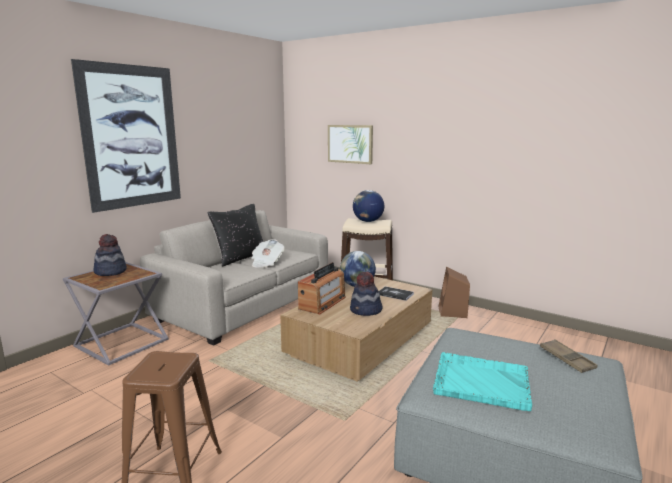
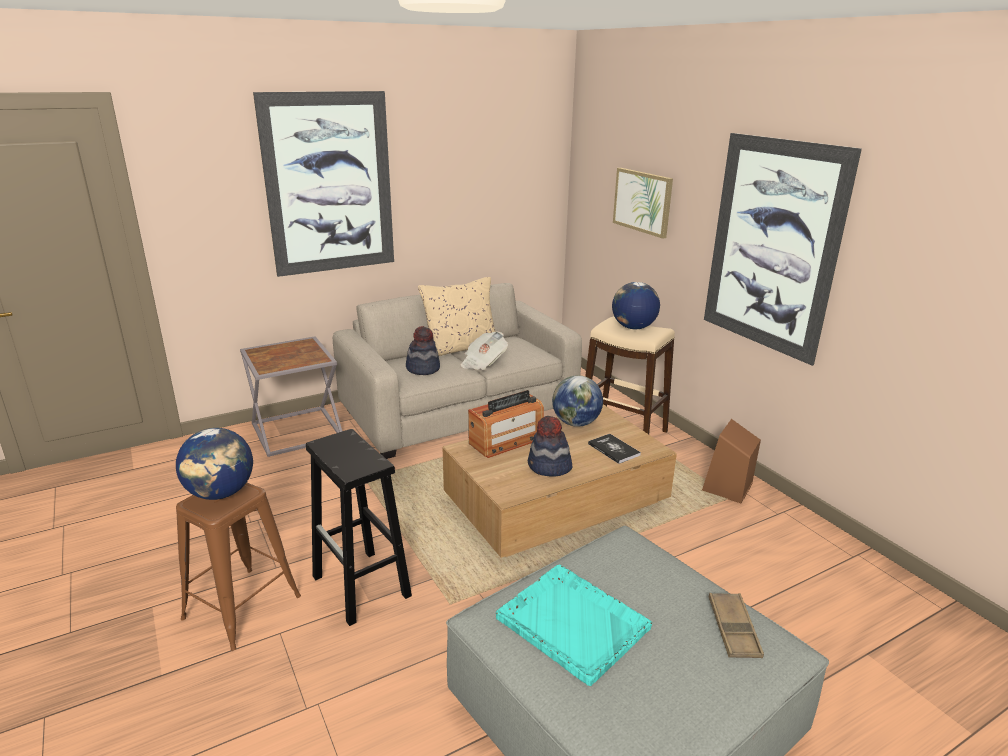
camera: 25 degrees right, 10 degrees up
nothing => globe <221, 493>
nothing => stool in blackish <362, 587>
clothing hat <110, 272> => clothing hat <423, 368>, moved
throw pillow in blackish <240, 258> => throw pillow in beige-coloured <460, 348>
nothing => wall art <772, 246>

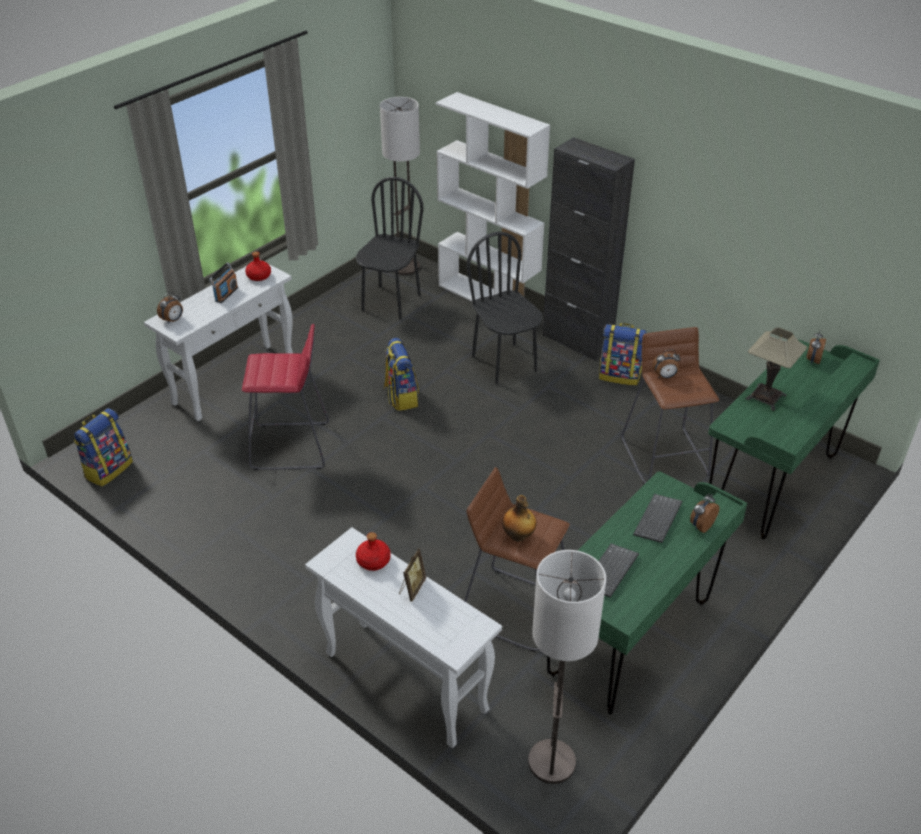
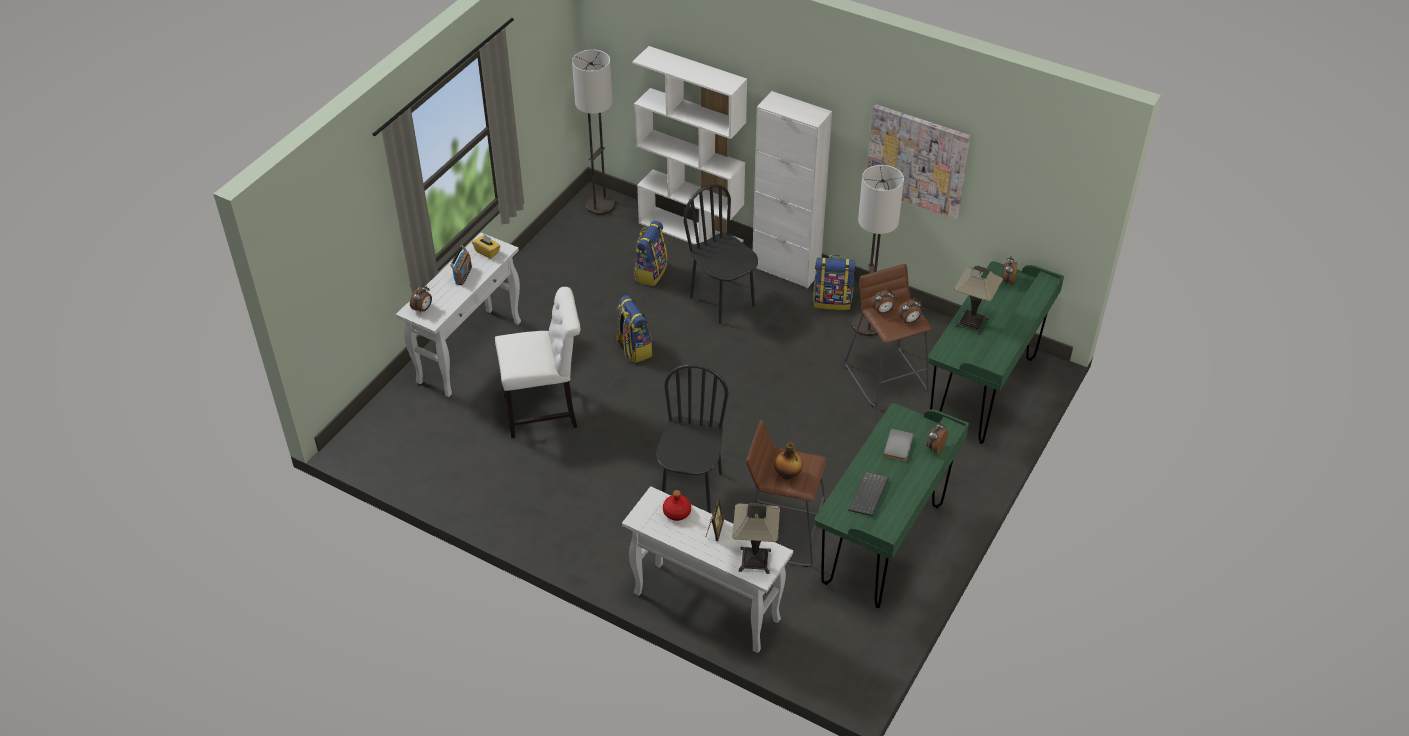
camera: 10 degrees left, 5 degrees up
bottle in red-coloured <258, 276> => tissue holder in yellowish <487, 252>
stool in red-coloured <291, 446> => upright chair in white-coloured <545, 411>
rucksack <108, 469> => rucksack <650, 272>, moved
upright chair in blackish <390, 302> => upright chair in blackish <691, 489>, moved
nothing => tabletop lamp <754, 560>
cabinet in blackish <577, 341> => cabinet in white-coloured <786, 269>
standard lamp <551, 762> => standard lamp <867, 325>, moved
nothing => wall art <917, 160>
computer keyboard <658, 520> => volume in gray <899, 446>
nothing => bedside clock <909, 321>

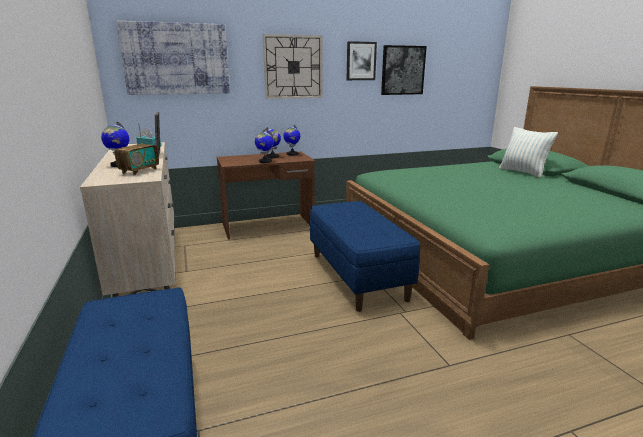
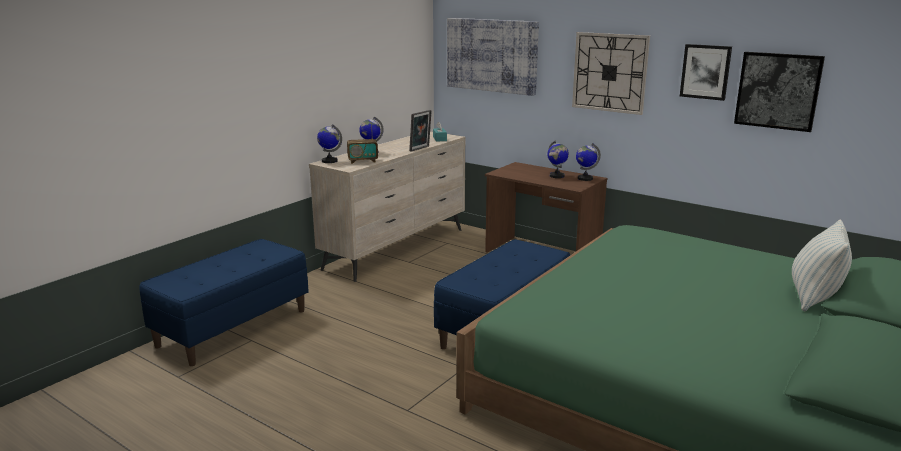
camera: 55 degrees right, 0 degrees up
globe <265, 161> => globe <329, 161>, moved

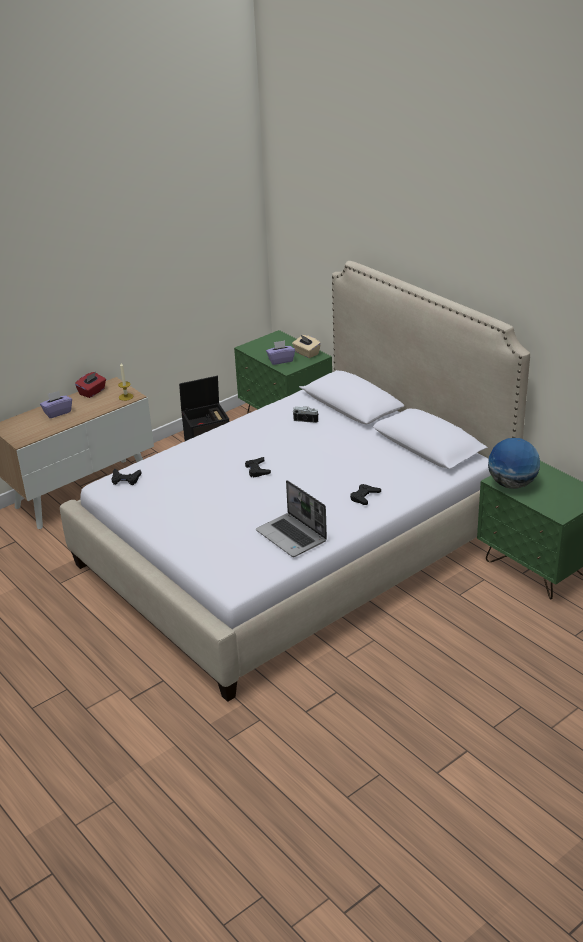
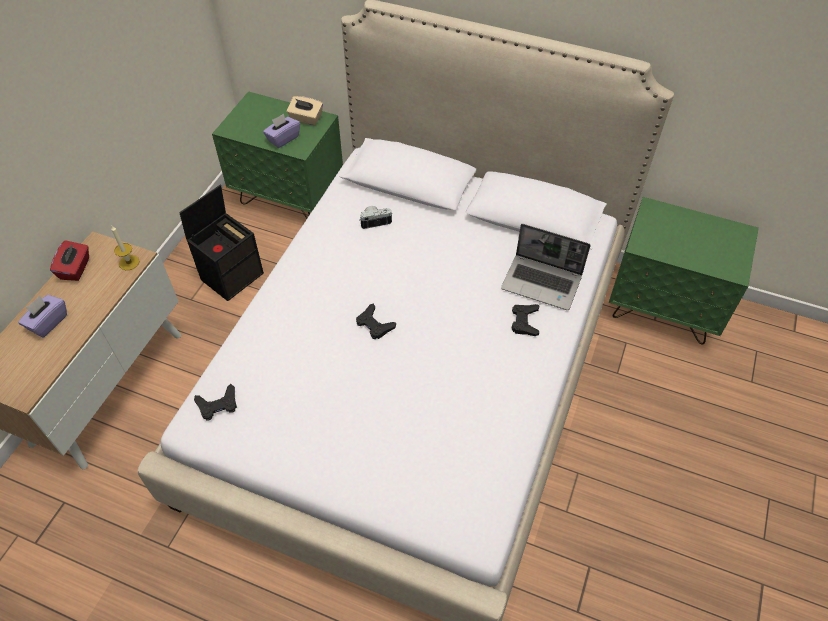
camera: 30 degrees left, 20 degrees up
notebook computer <292, 536> => notebook computer <542, 283>, moved
globe <512, 484> => nothing

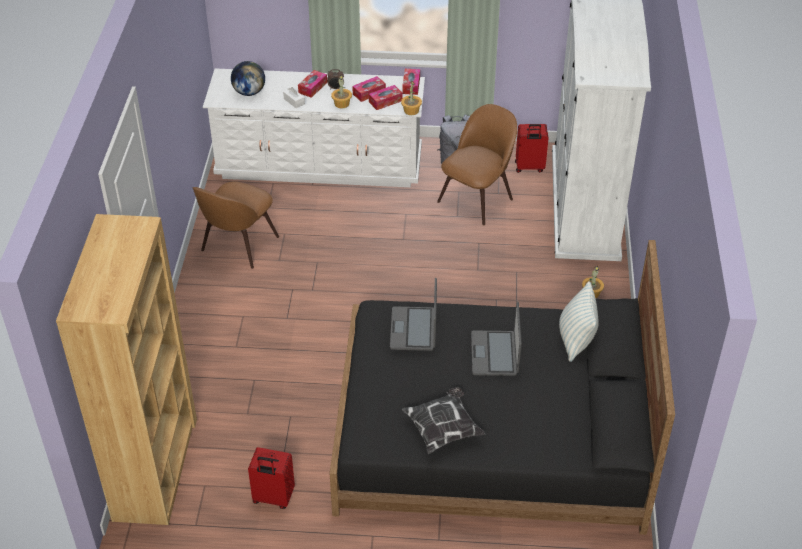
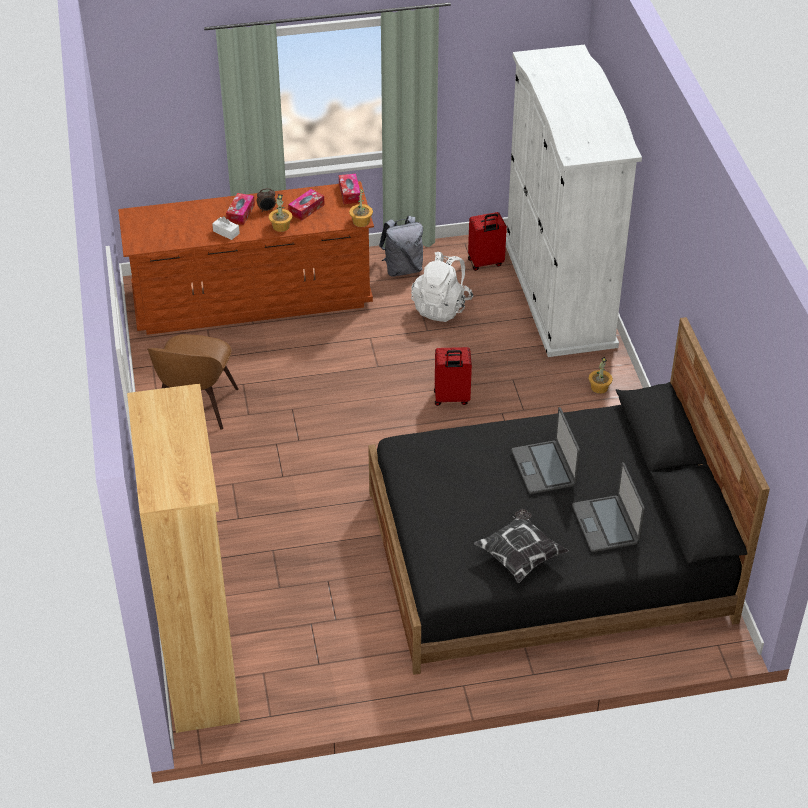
camera: 15 degrees left, 0 degrees up
drawer chest in white-coloured <319, 164> => drawer chest in brownish <252, 299>
upright chair in brownish <477, 198> => rucksack in white-coloured <441, 307>
piece of luggage in red-coloured <273, 498> => piece of luggage in red-coloured <451, 398>, moved
notebook computer <414, 329> => notebook computer <606, 524>, moved
globe <249, 92> => nothing
tissue holder <385, 101> => nothing
throw pillow <575, 340> => nothing

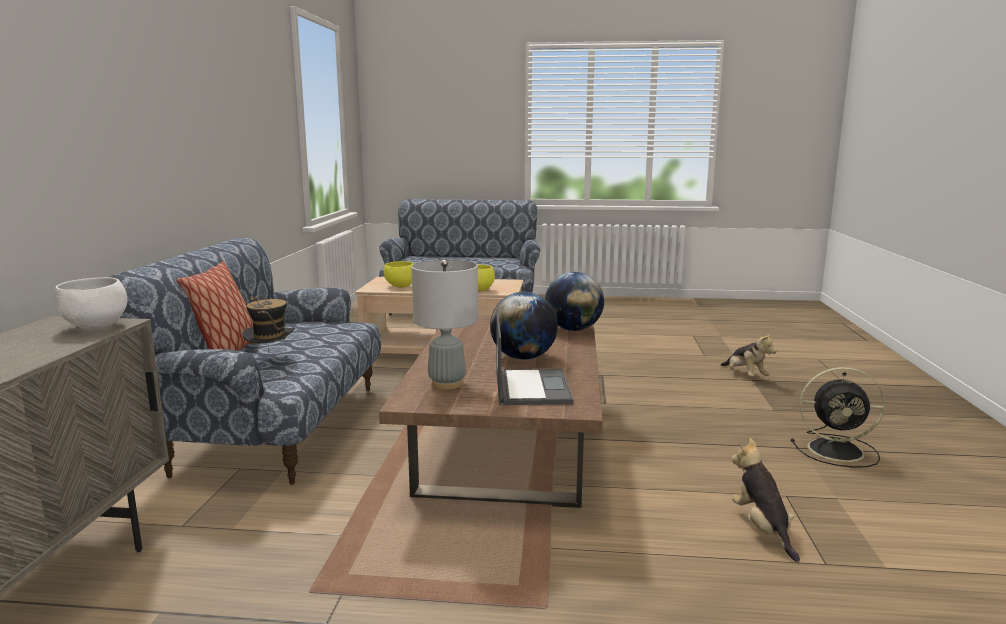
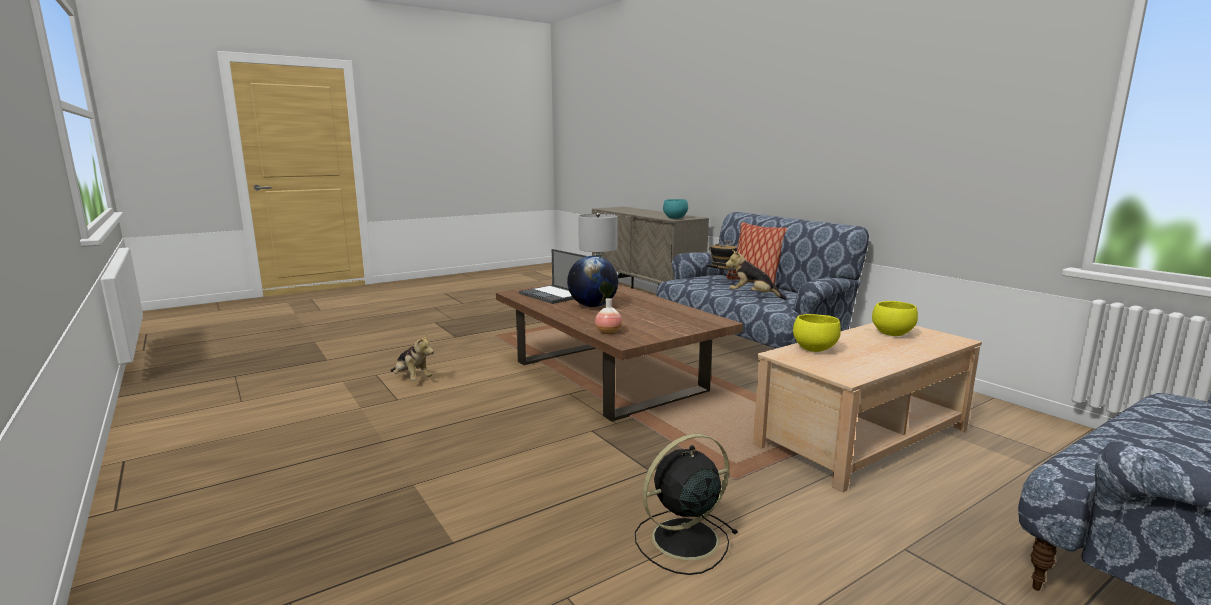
camera: 140 degrees right, 0 degrees up
globe <573, 329> => flower vase <608, 332>
fan in blackish <838, 450> => fan in blackish <682, 540>, moved
serving bowl in white-coloured <97, 326> => serving bowl in turquoise <674, 218>
cuddly toy <745, 375> => cuddly toy <753, 296>, moved

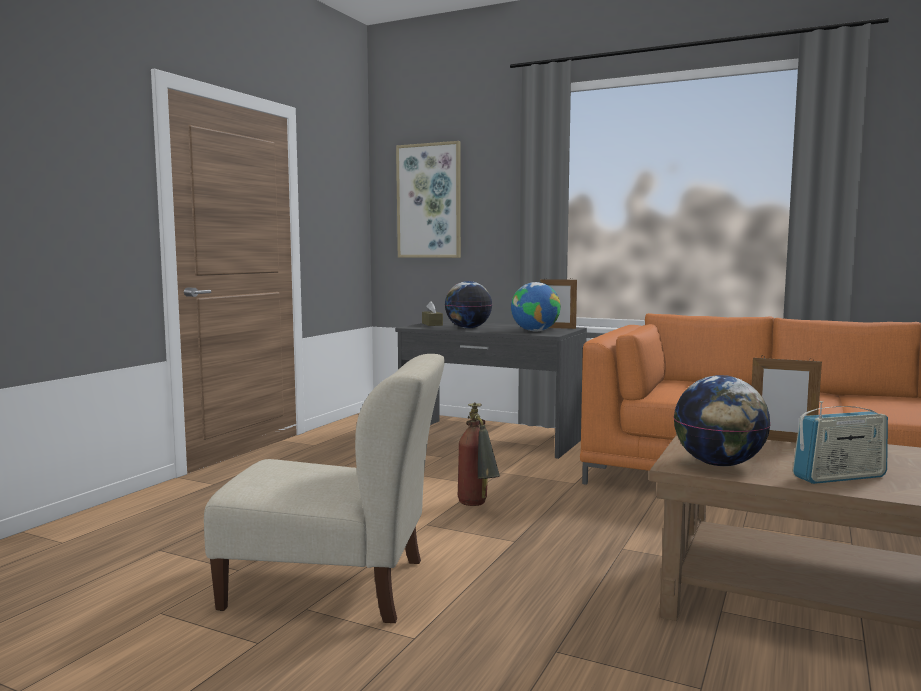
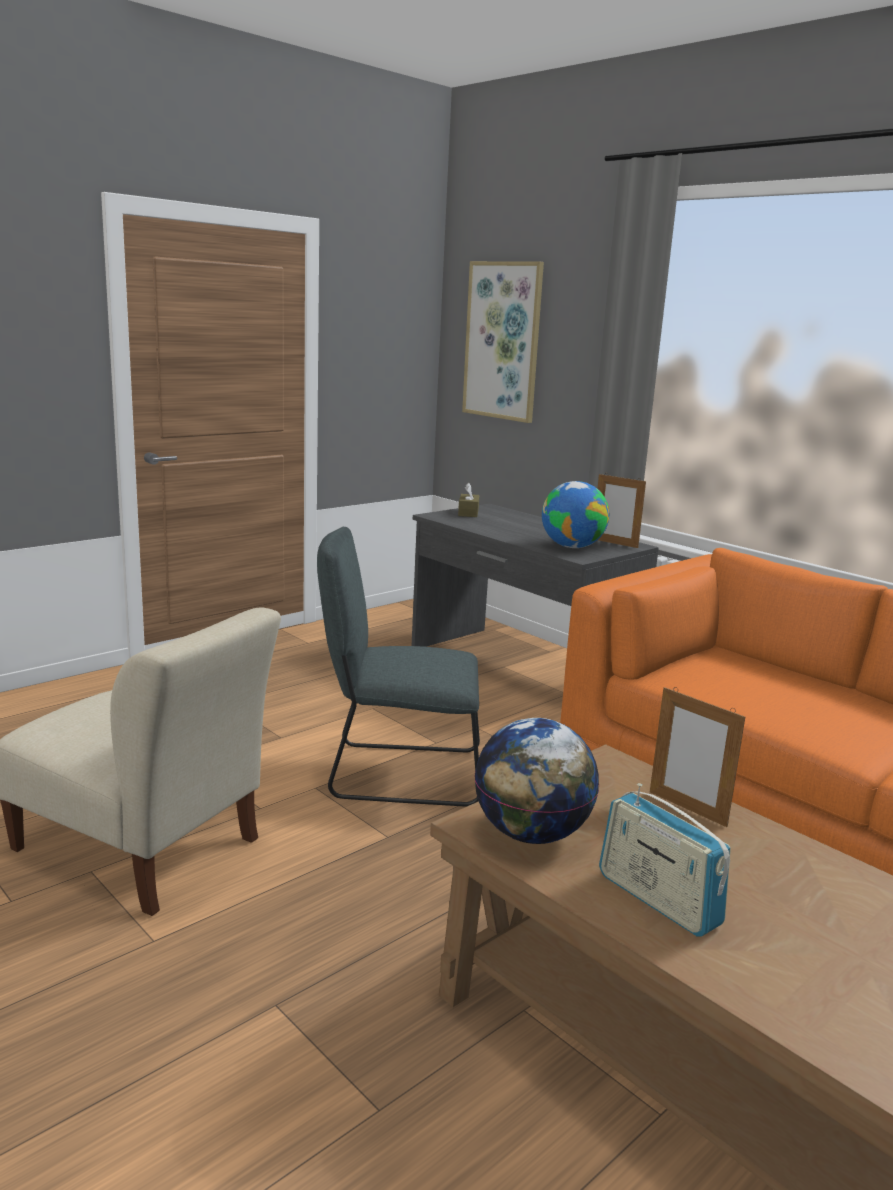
camera: 20 degrees right, 10 degrees up
fire-fighting cylinder <477, 506> => upright chair in gray <398, 773>
radio set <839, 477> => radio set <657, 900>, 45 degrees clockwise
globe <468, 328> => nothing

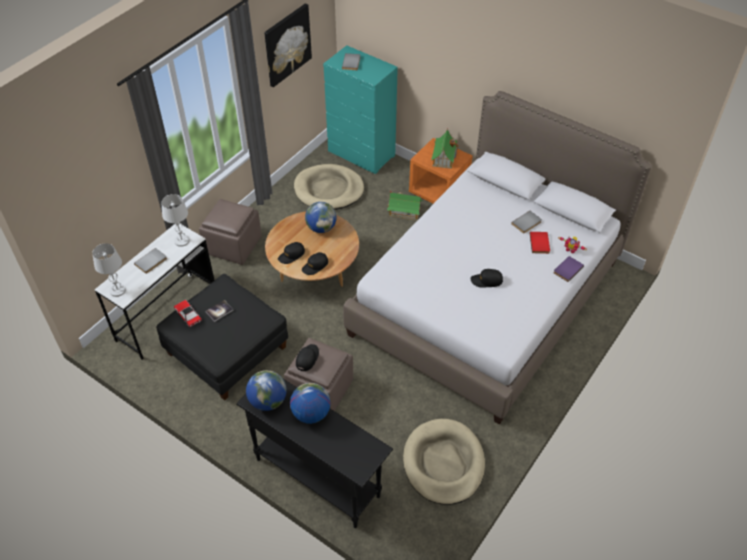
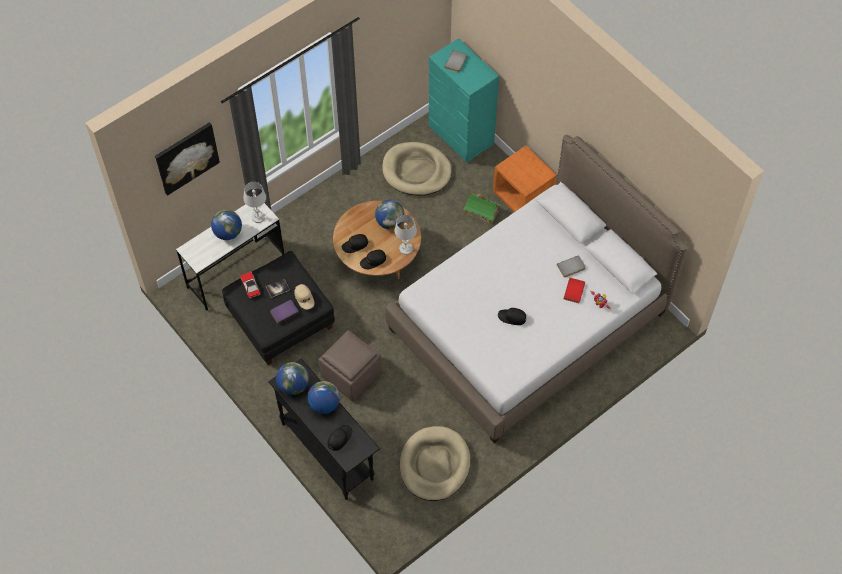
camera: 15 degrees right, 10 degrees up
wall art <287, 44> => wall art <186, 157>, moved
volume in gray <151, 262> => globe <228, 233>
volume in purple-coloured <567, 269> => volume in purple-coloured <284, 311>, moved
nothing => cap in beige-coloured <304, 298>
cap in blackish <307, 358> => cap in blackish <339, 438>, moved
tabletop lamp in white-coloured <117, 290> => tabletop lamp in white-coloured <405, 249>, moved
pouffe in brownish <232, 246> => nothing
toy house <444, 157> => nothing

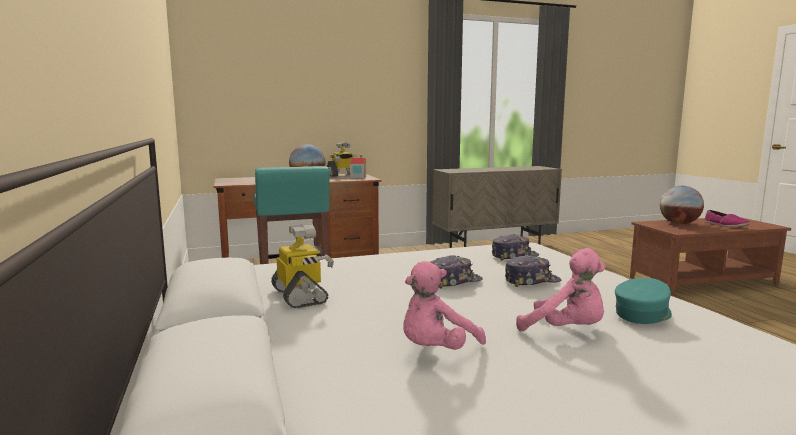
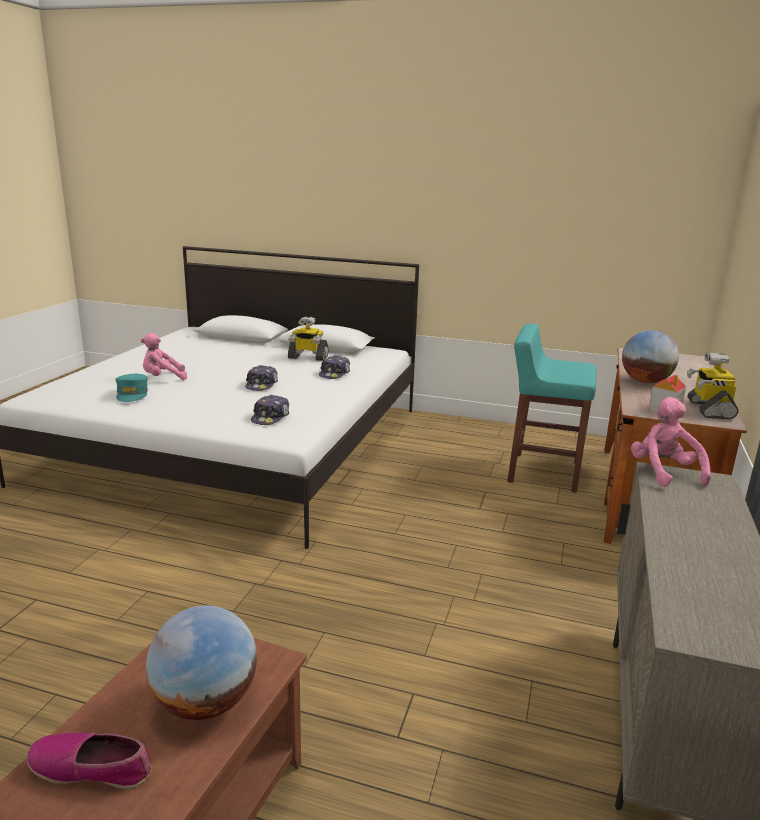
camera: 125 degrees right, 10 degrees up
cap <531, 280> => cap <335, 374>, moved
cuddly toy in pink-coloured <436, 350> => cuddly toy in pink-coloured <664, 472>, moved

